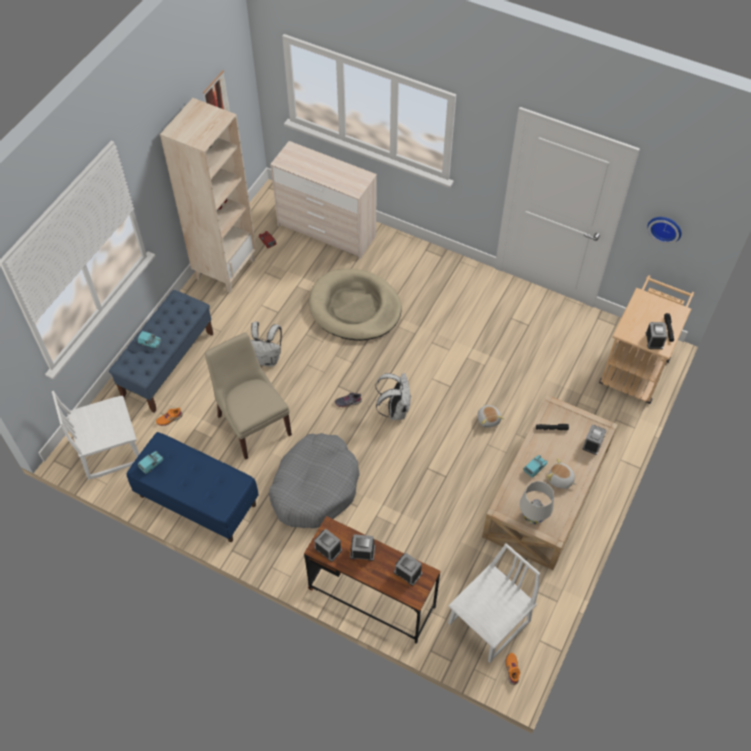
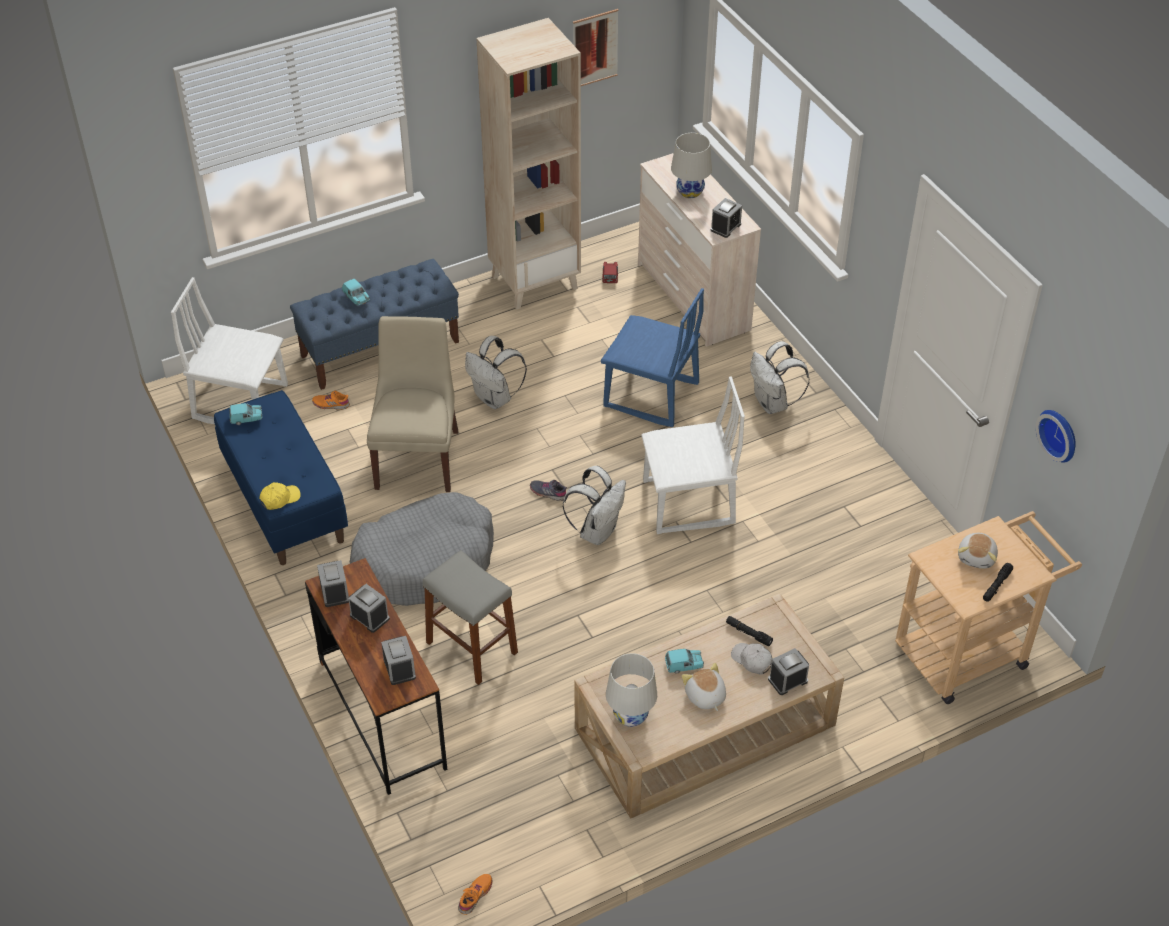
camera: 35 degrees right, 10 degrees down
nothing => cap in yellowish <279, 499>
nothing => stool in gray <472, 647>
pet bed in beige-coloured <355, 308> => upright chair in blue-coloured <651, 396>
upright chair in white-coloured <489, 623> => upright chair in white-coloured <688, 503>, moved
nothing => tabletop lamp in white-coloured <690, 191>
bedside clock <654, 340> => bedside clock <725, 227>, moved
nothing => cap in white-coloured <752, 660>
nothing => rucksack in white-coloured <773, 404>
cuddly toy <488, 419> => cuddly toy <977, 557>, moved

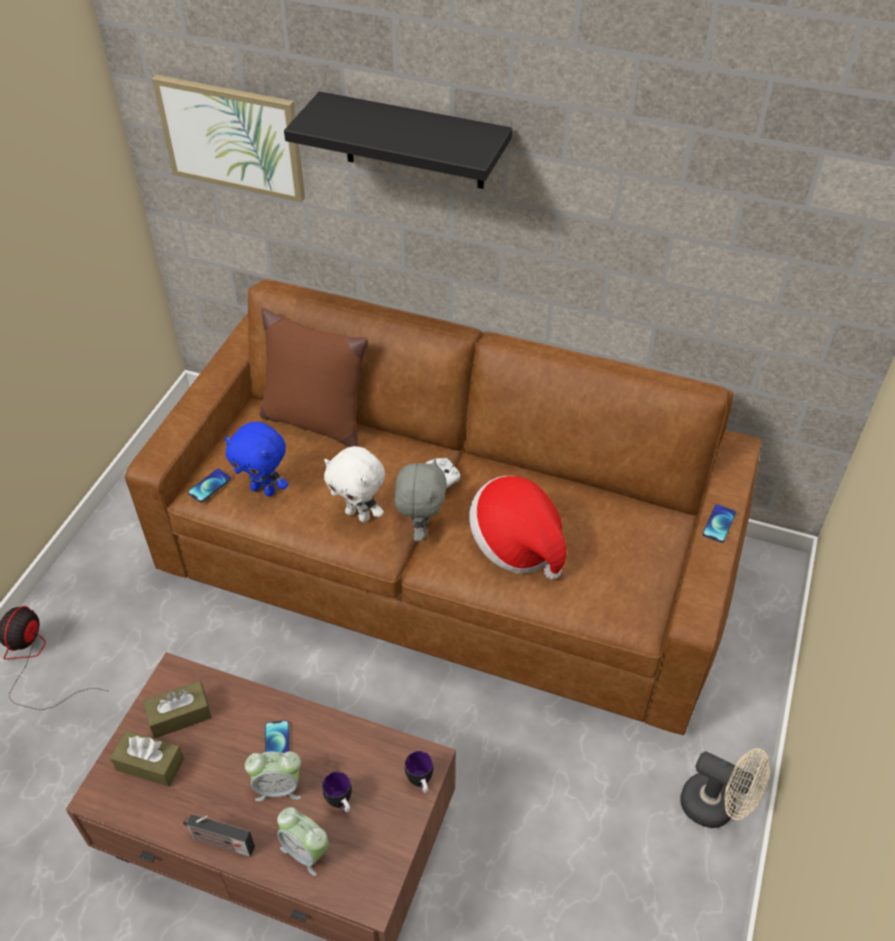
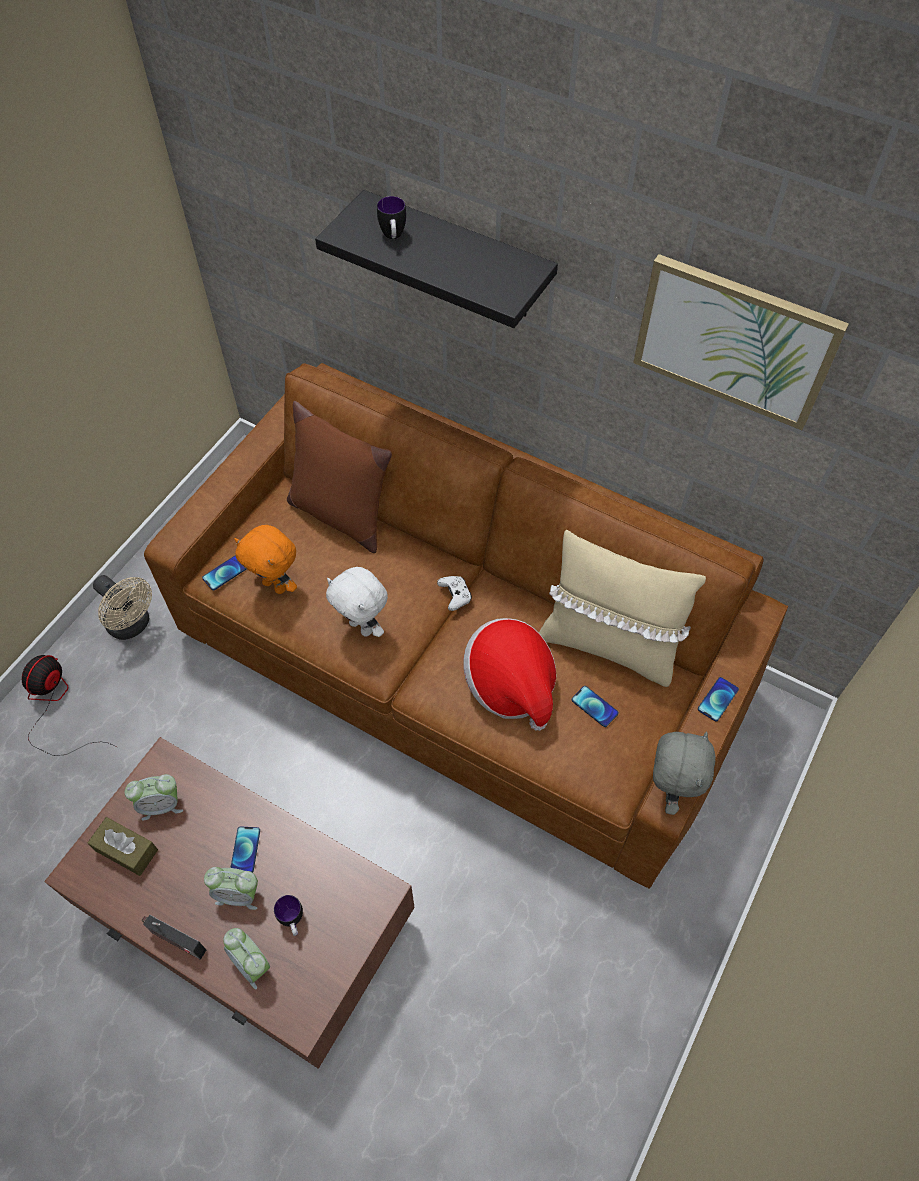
camera: 10 degrees right, 10 degrees up
fan in beige-coloured <716, 807> => fan in beige-coloured <133, 625>, moved
tissue holder in brownish <180, 715> => bedside clock <161, 805>
cuddly toy in blue-coloured <264, 490> => cuddly toy in orange <276, 585>
tea mug <421, 783> => tea mug <393, 237>, moved
nothing => throw pillow in beige-coloured <608, 644>
nothing => phone <594, 706>
wall art <232, 137> => wall art <734, 341>, moved
cuddly toy in gray <420, 529> => cuddly toy in gray <670, 789>, moved

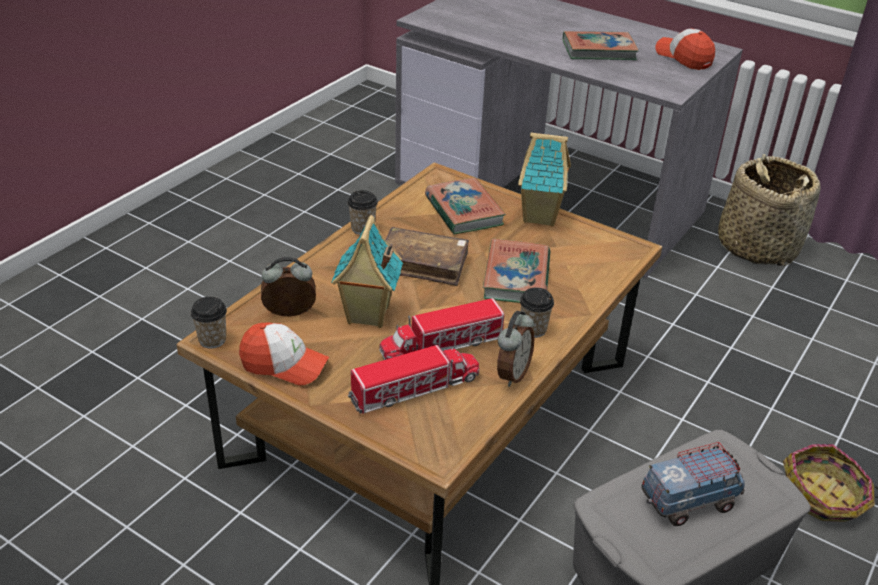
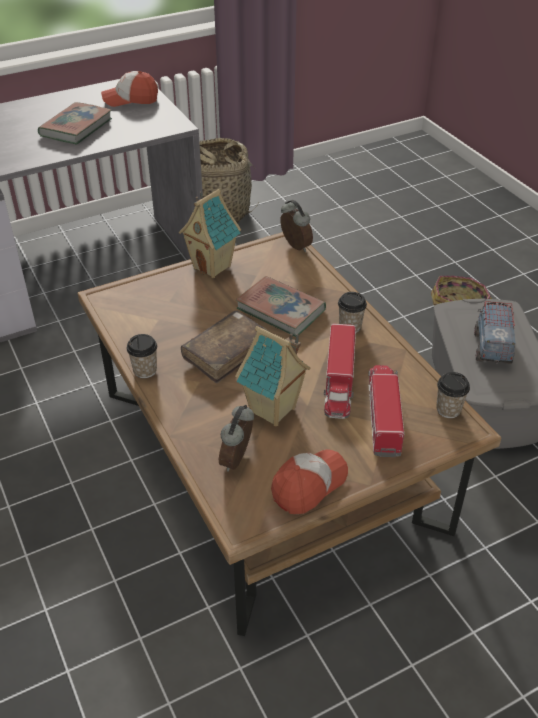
camera: 60 degrees left, 5 degrees up
bedside clock <511, 374> => bedside clock <294, 247>, moved
small cup <212, 340> => small cup <448, 409>, moved
volume <464, 211> => nothing

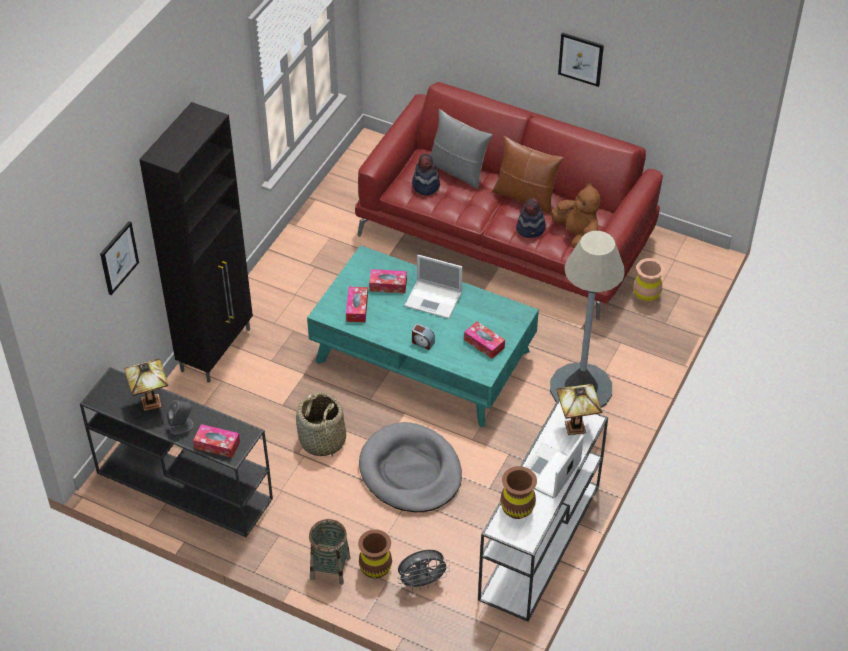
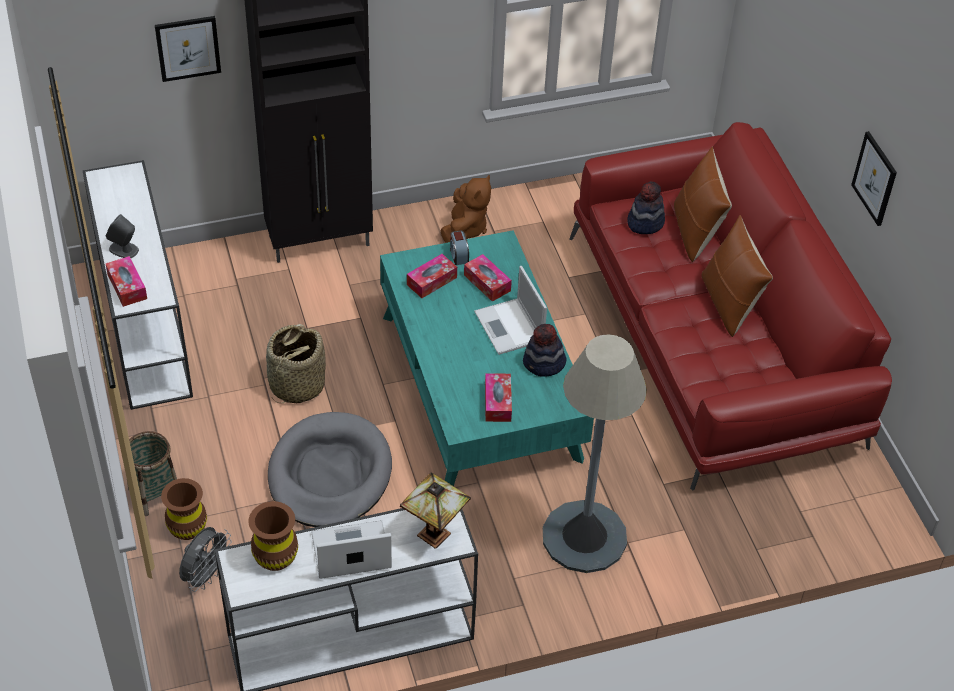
camera: 45 degrees right, 0 degrees up
hall table in blackish <182, 485> => hall table in white-coloured <144, 326>
fan in gray <422, 582> => fan in gray <206, 575>, 90 degrees counterclockwise
cuddly toy in brownish <577, 235> => cuddly toy in brownish <465, 229>, moved
bedside clock <422, 342> => bedside clock <458, 255>, moved
clothing hat <531, 228> => clothing hat <544, 363>, moved
throw pillow in gray <457, 171> => throw pillow in brownish <696, 232>
tabletop lamp <152, 403> => nothing
flower vase in brownish <646, 295> => nothing

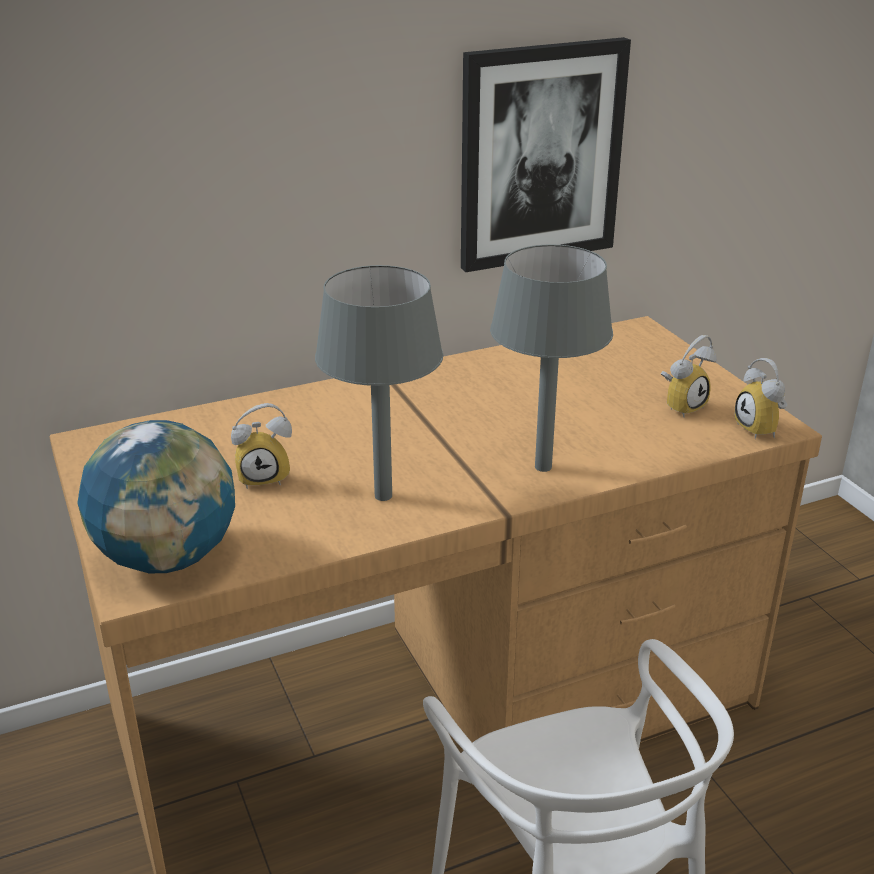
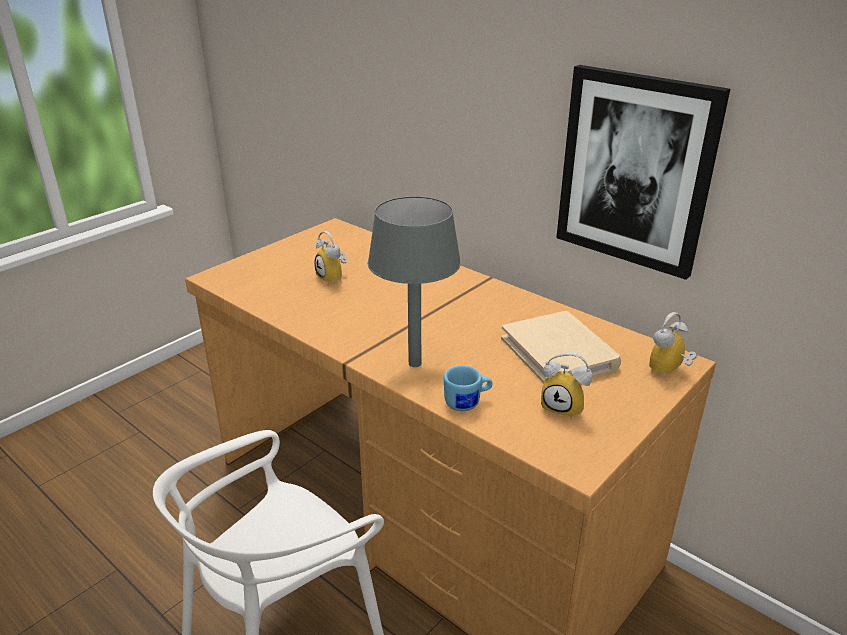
camera: 65 degrees right, 0 degrees up
nothing => tea mug in blue-coloured <467, 403>
nothing => volume in beige-coloured <559, 353>
bedside clock <762, 429> => bedside clock <669, 372>, moved
globe <168, 557> => nothing
tabletop lamp in gray <382, 496> => nothing

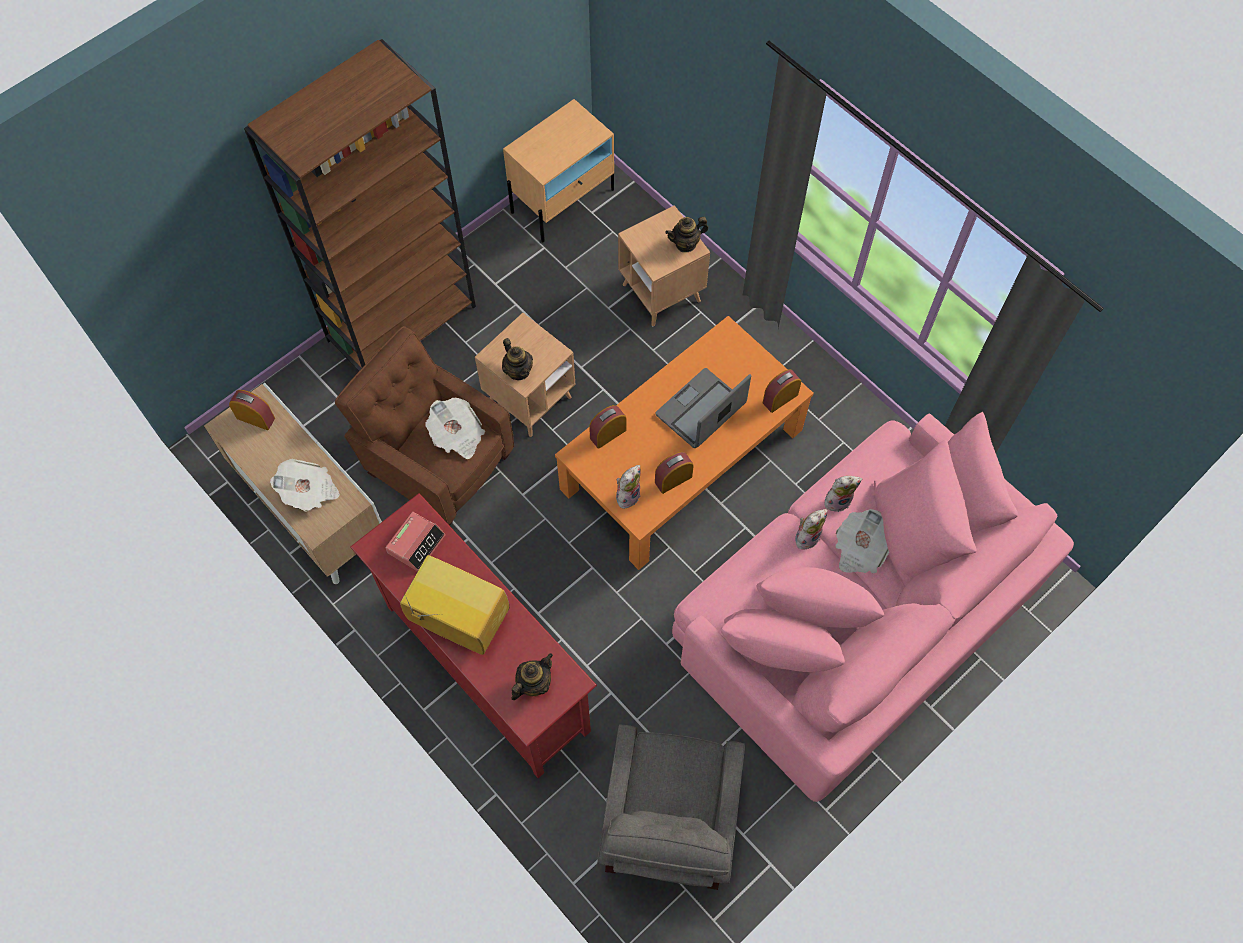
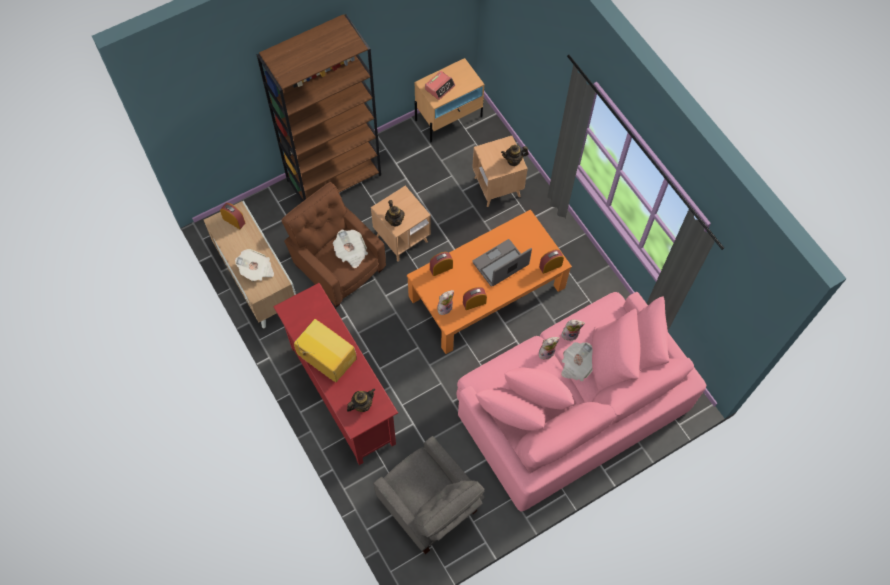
camera: 10 degrees right, 0 degrees up
lounge chair in gray <667, 824> => lounge chair in gray <429, 507>, 60 degrees counterclockwise
bedside clock <416, 544> => bedside clock <440, 87>, moved

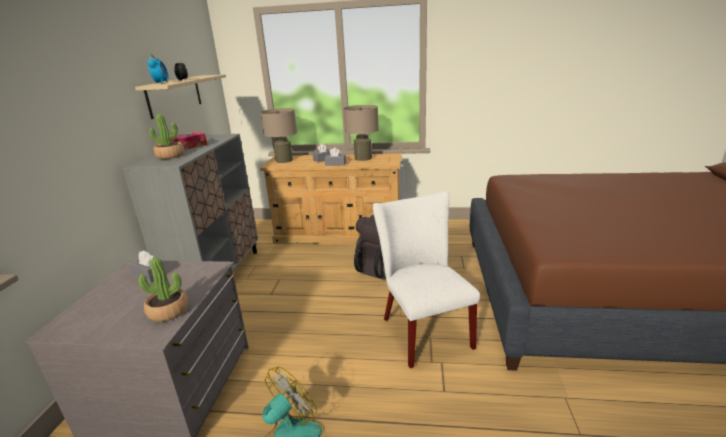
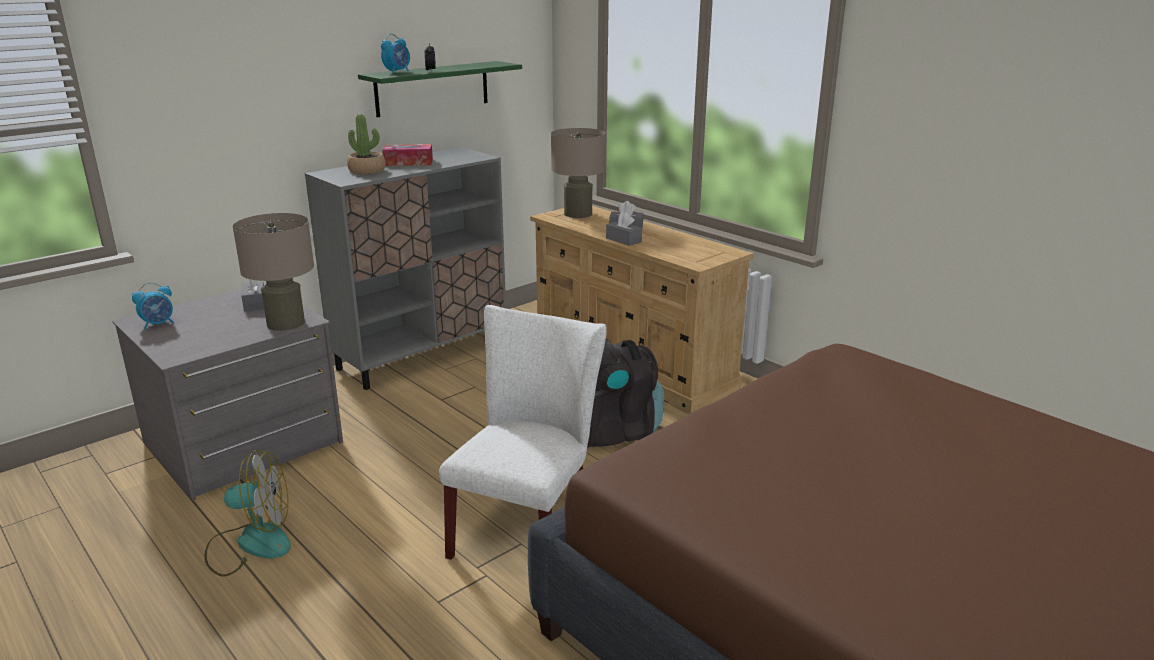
camera: 40 degrees right, 0 degrees up
nothing => bedside clock <158, 324>
tabletop lamp in beige-coloured <363, 158> => tabletop lamp in beige-coloured <286, 323>, moved
bracket shelf in beige-coloured <175, 95> => bracket shelf in green-coloured <432, 88>
potted plant <168, 311> => nothing

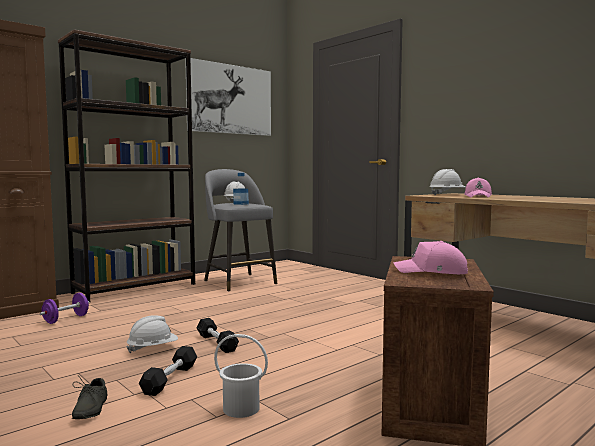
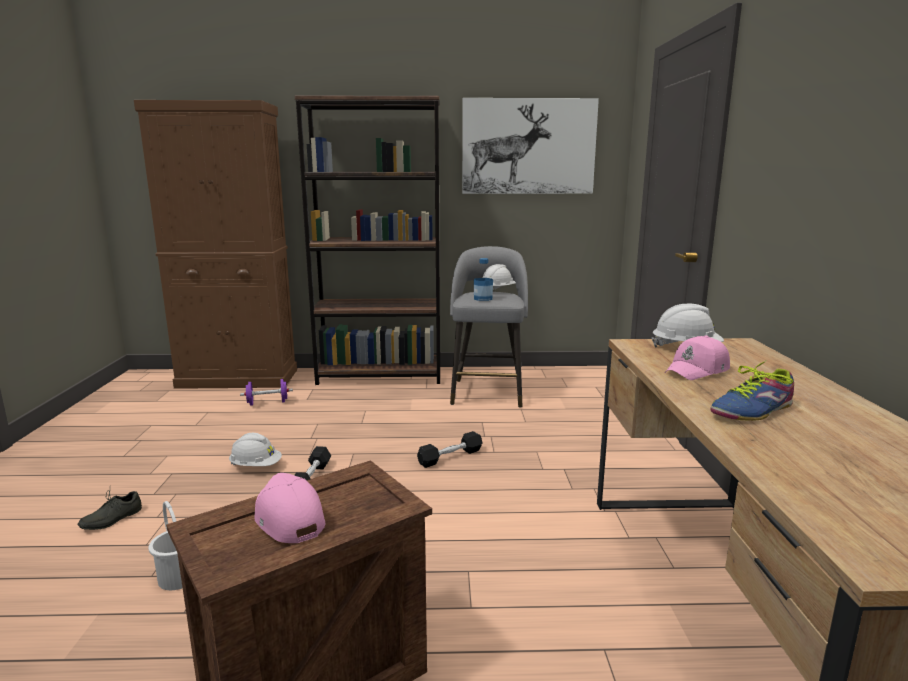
camera: 40 degrees right, 10 degrees up
hand weight in blackish <170, 379> => hand weight in blackish <450, 457>, moved
nothing => low shoe <753, 410>

